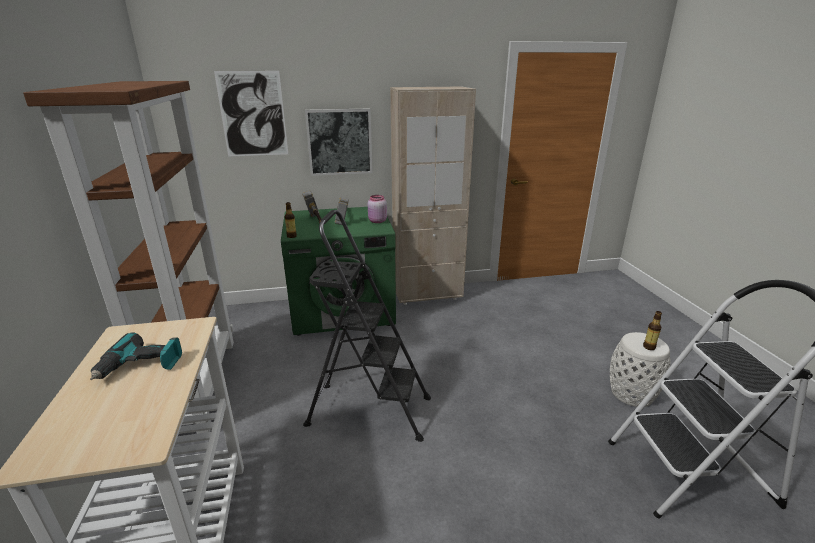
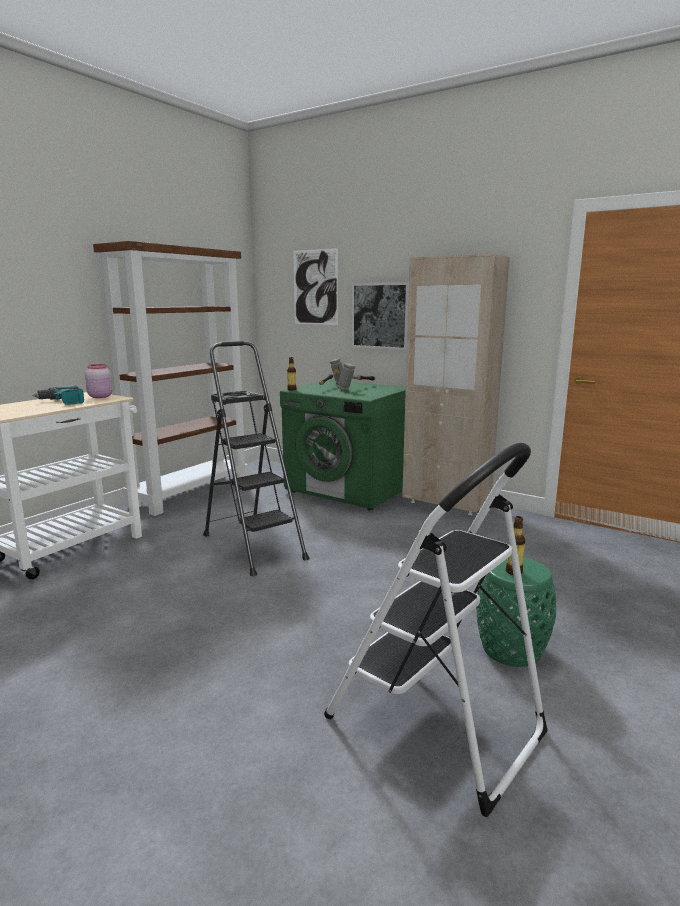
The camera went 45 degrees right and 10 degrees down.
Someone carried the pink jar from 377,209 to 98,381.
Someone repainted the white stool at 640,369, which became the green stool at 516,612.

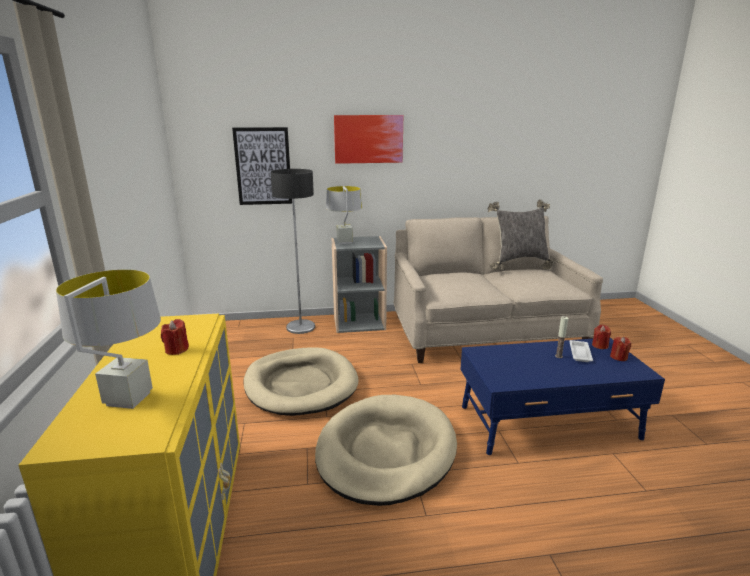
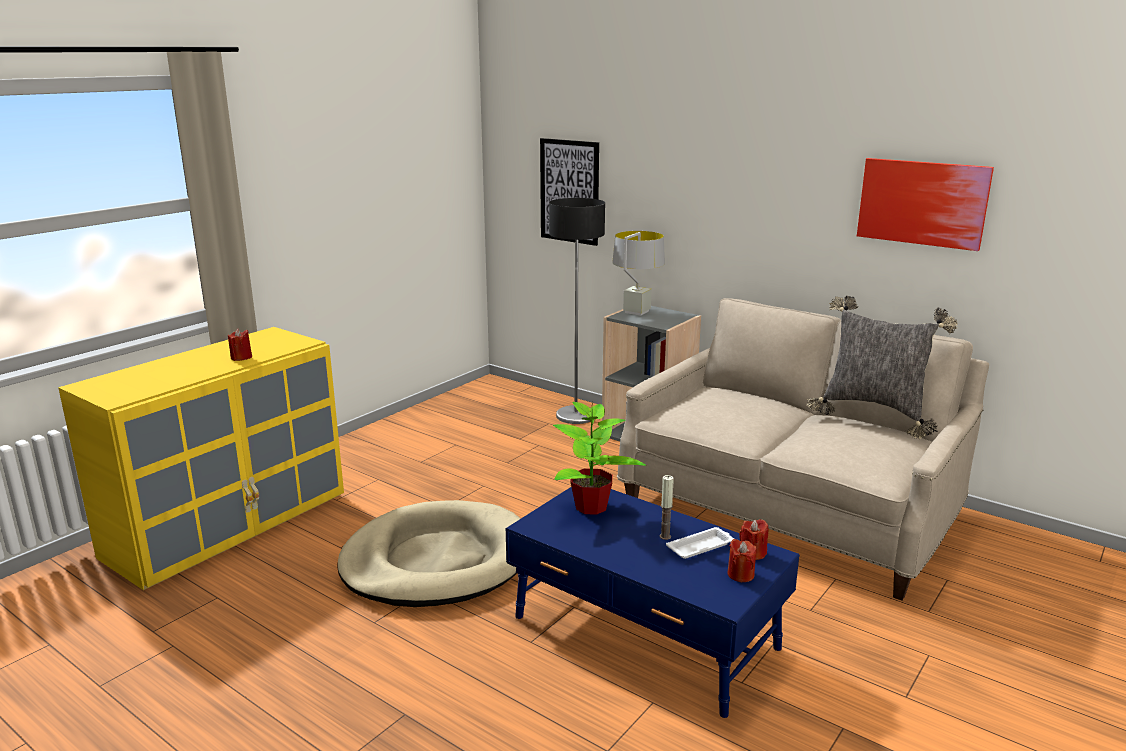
The camera went 45 degrees right and 0 degrees up.
Someone took away the grey table lamp at 108,339.
Someone took away the beige dog bed at 301,381.
Someone put down the potted plant at 599,458.
Someone carried the picture from 368,139 to 925,204.

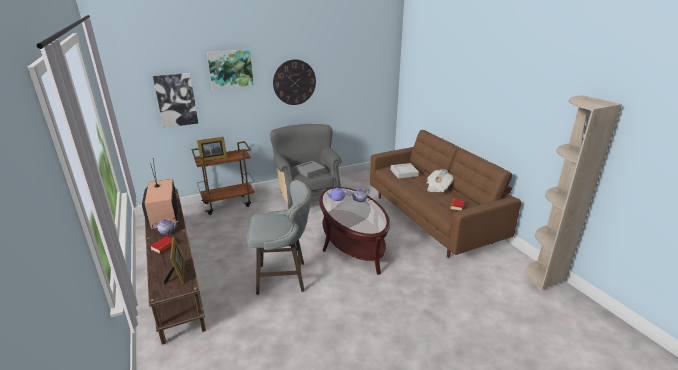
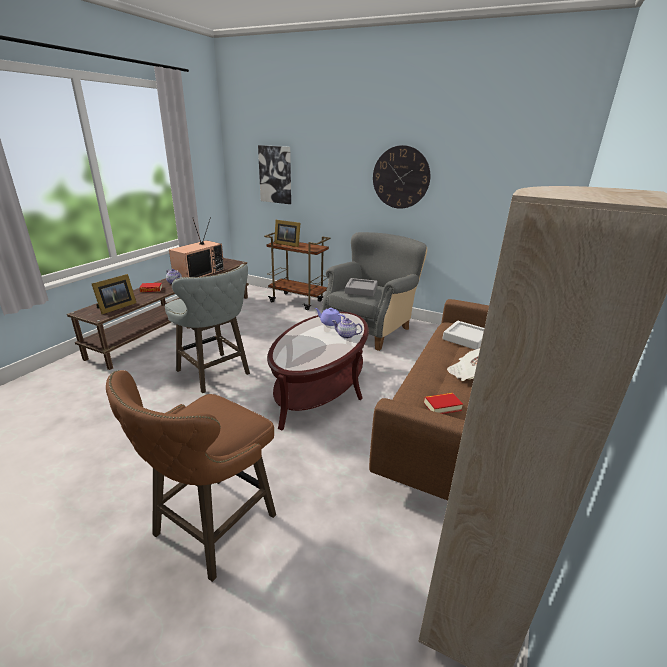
The camera went 50 degrees right and 0 degrees up.
Someone took away the picture at 230,70.
Someone put down the brown stool at 191,476.

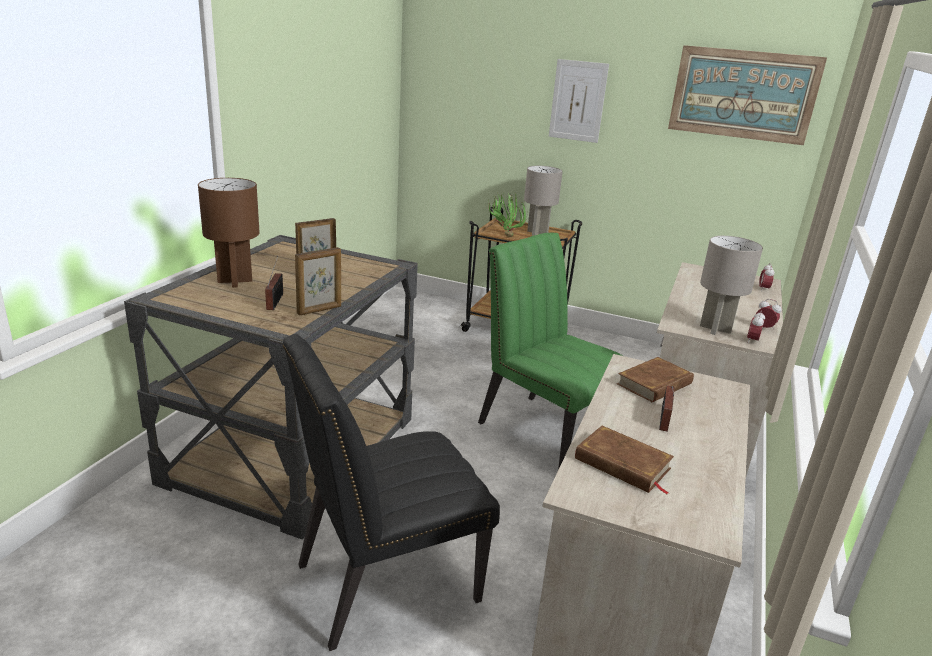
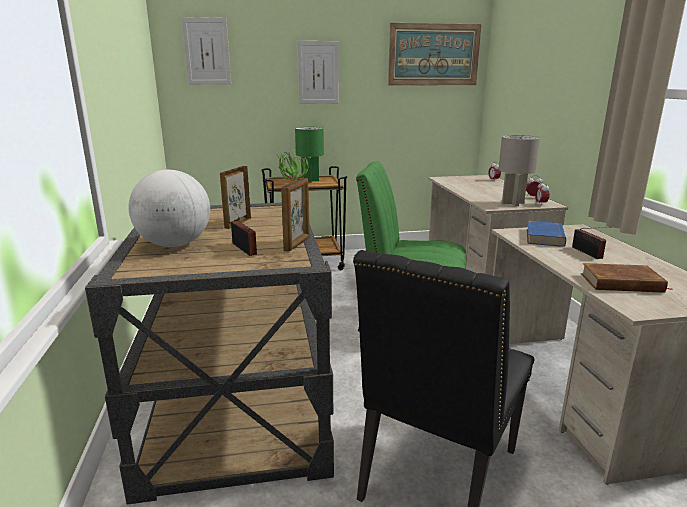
The camera went 30 degrees left and 5 degrees down.
Someone put up the picture at 206,51.
Someone swapped the brown table lamp at 229,233 for the globe at 169,208.
Someone repainted the grey table lamp at 543,201, which became the green table lamp at 309,155.
Someone repainted the brown book at 655,379, which became the blue book at 546,234.

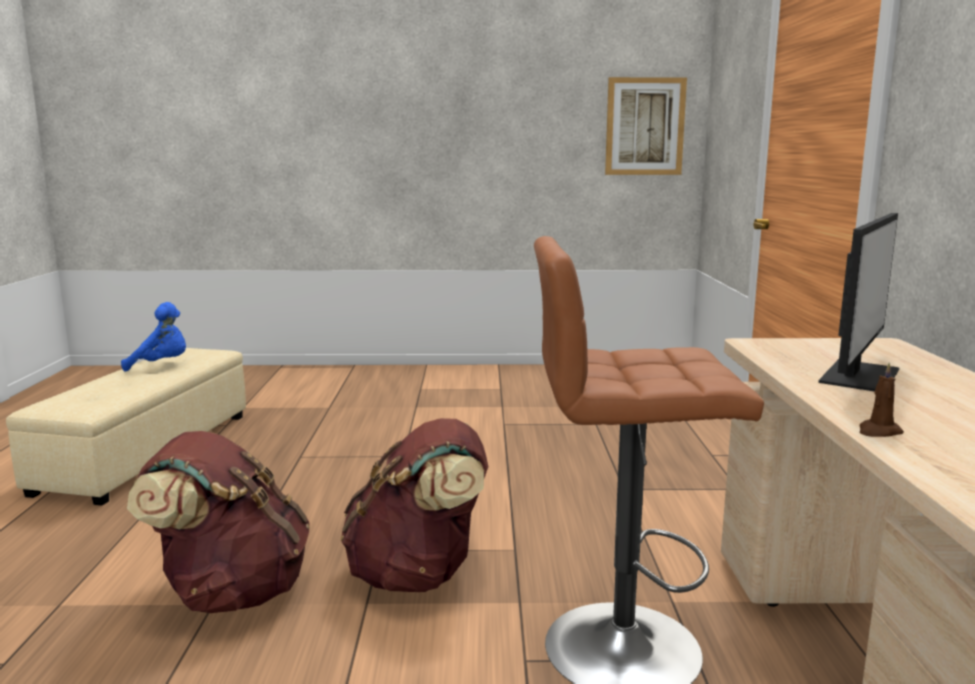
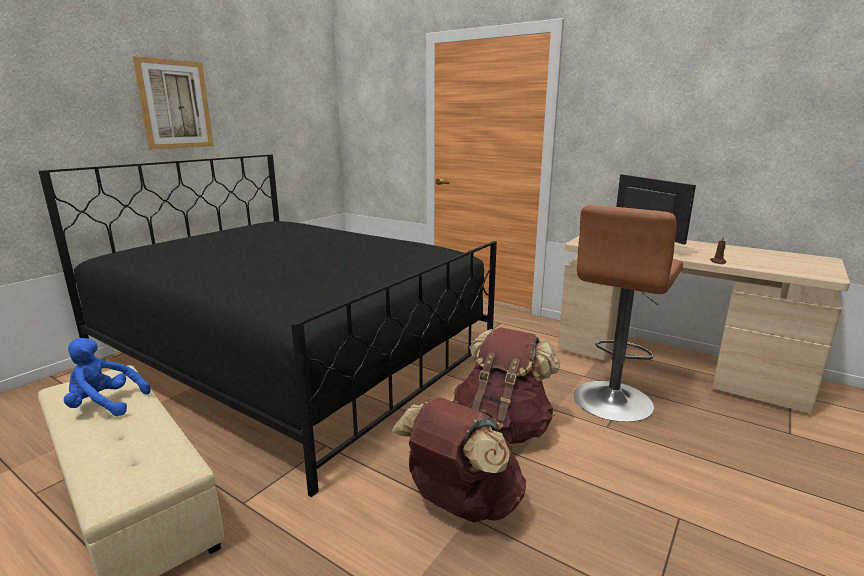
The camera went 55 degrees left and 5 degrees up.
Someone put down the black bed at 268,325.
Someone carried the picture from 646,126 to 173,103.
Someone rotated the blue plush toy at 153,336 by 120 degrees counterclockwise.

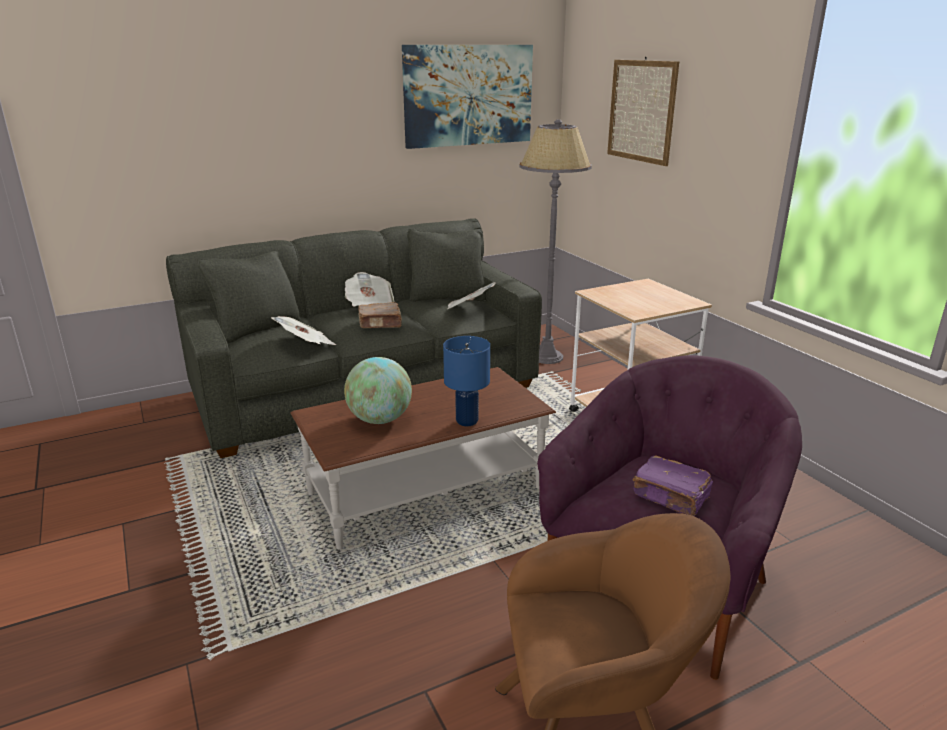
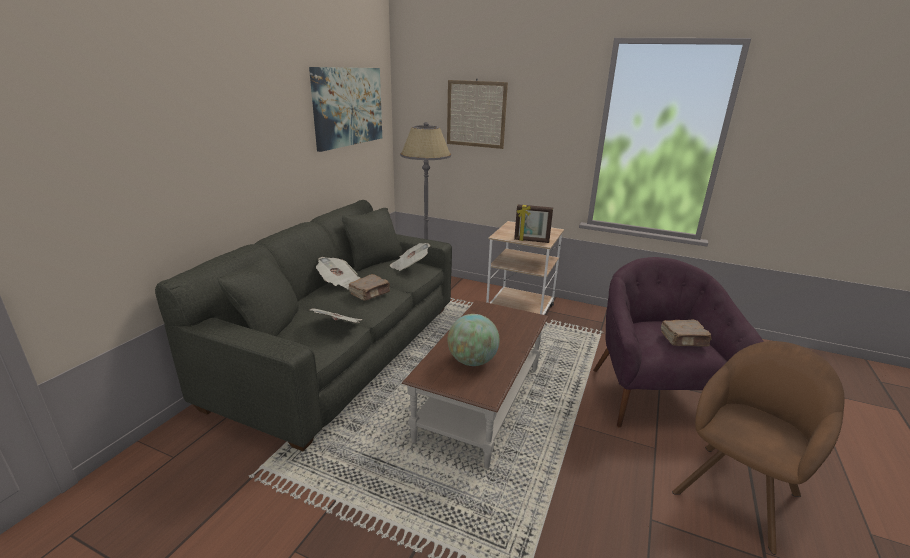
The camera went 40 degrees left and 0 degrees up.
Someone took away the blue table lamp at 466,381.
Someone put down the picture frame at 533,224.
Someone repainted the purple book at 673,485, which became the brown book at 686,333.

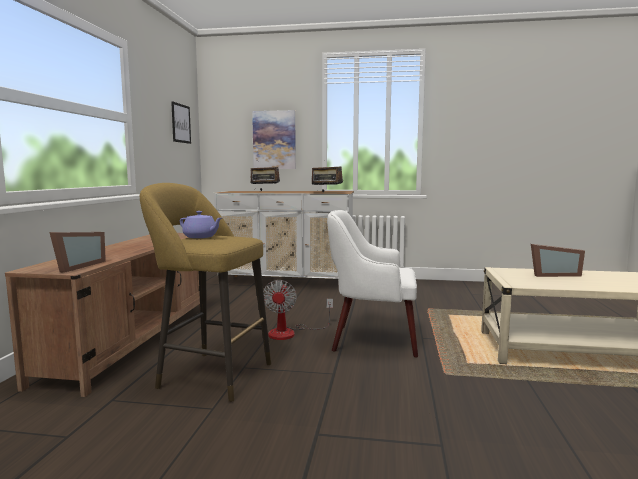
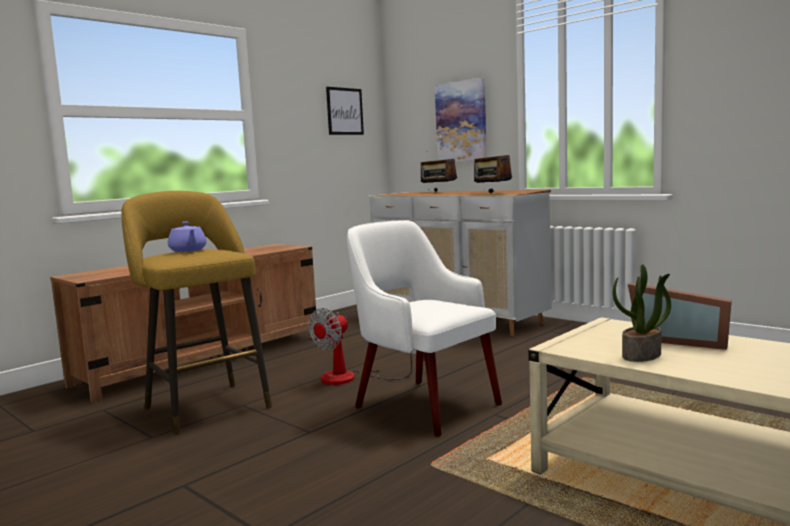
The camera went 35 degrees right and 0 degrees up.
Someone took away the picture frame at 77,252.
Someone put down the potted plant at 642,313.

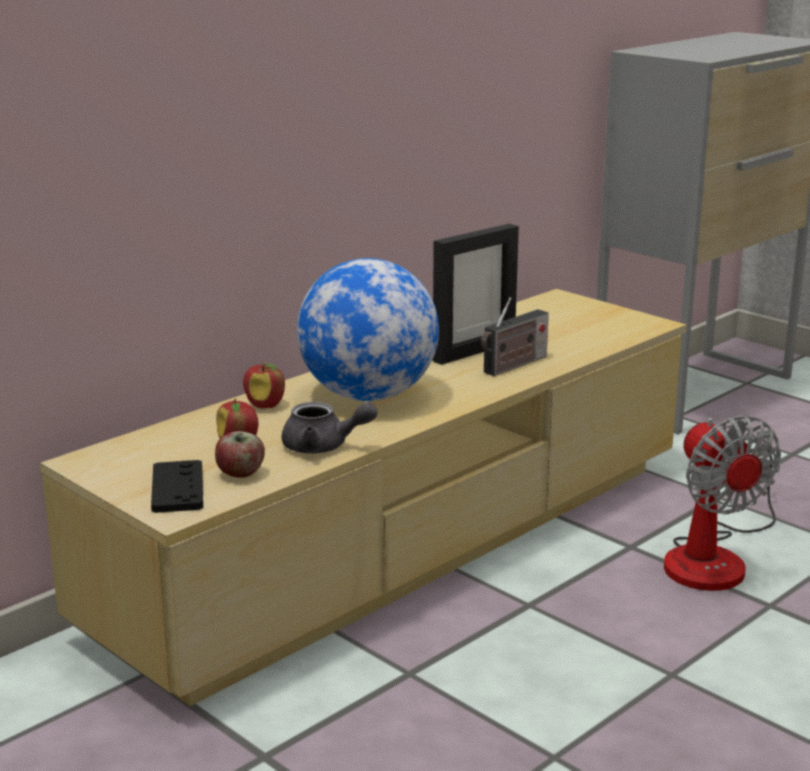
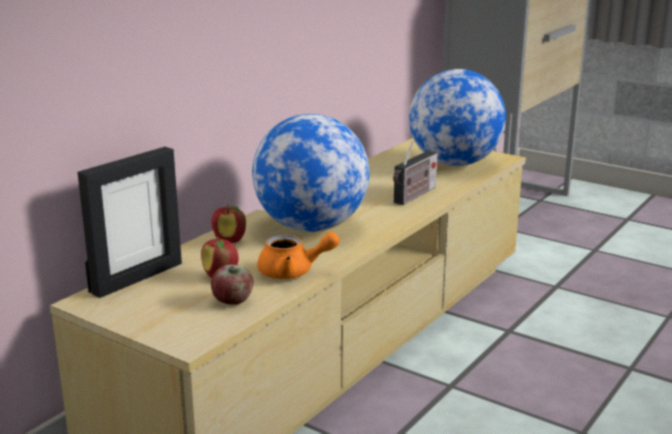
The camera went 10 degrees left and 0 degrees up.
Someone took away the black game controller at 177,486.
Someone took away the fan at 722,503.
Someone put down the globe at 457,117.
Someone carried the picture frame from 476,294 to 129,222.
Someone repainted the grey teapot at 329,428, which became the orange teapot at 298,255.

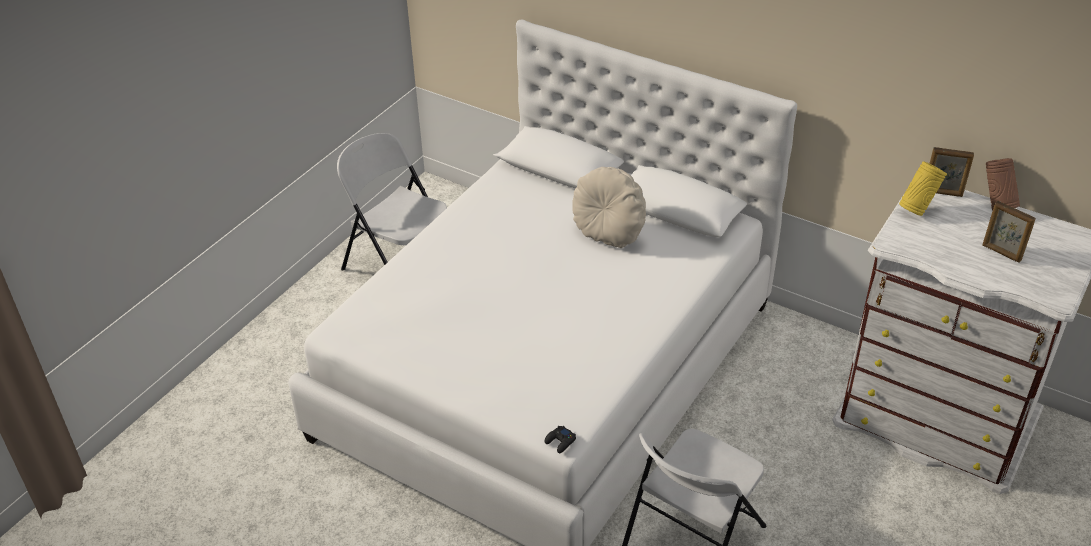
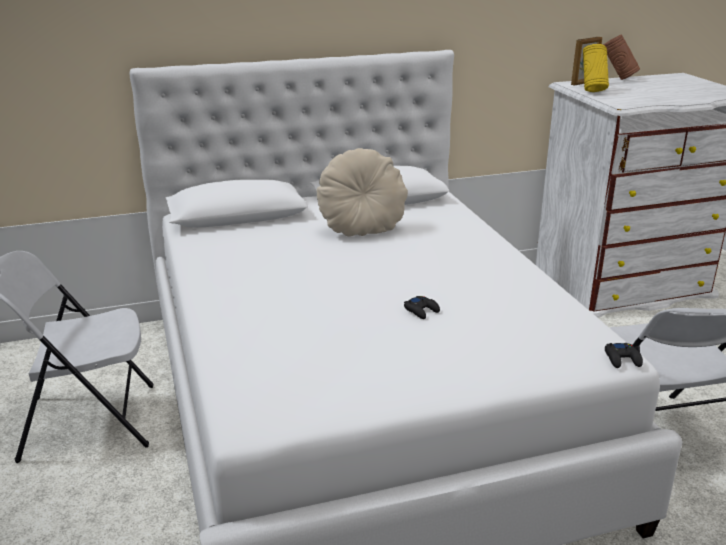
The camera went 50 degrees left and 15 degrees down.
Someone took away the picture frame at 1009,232.
Someone put down the black game controller at 422,307.

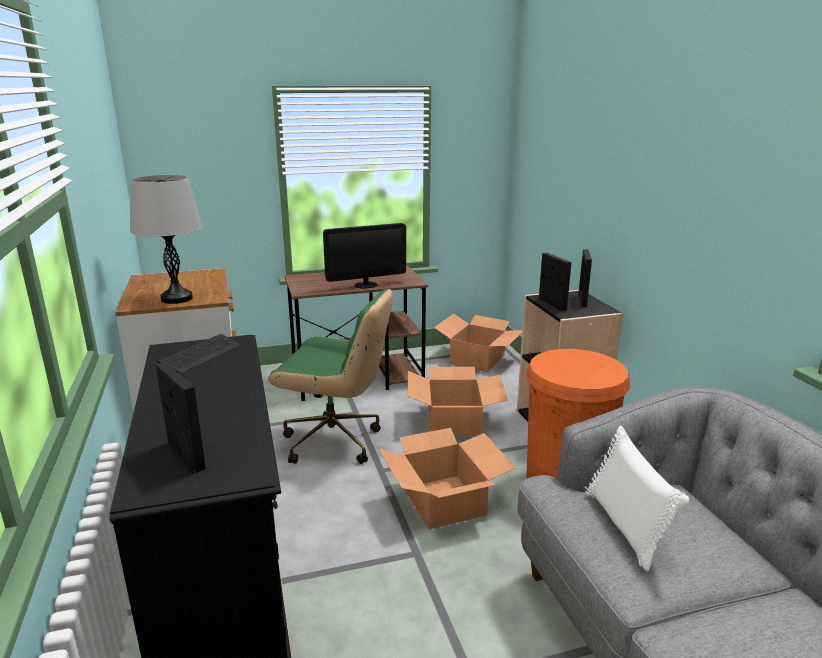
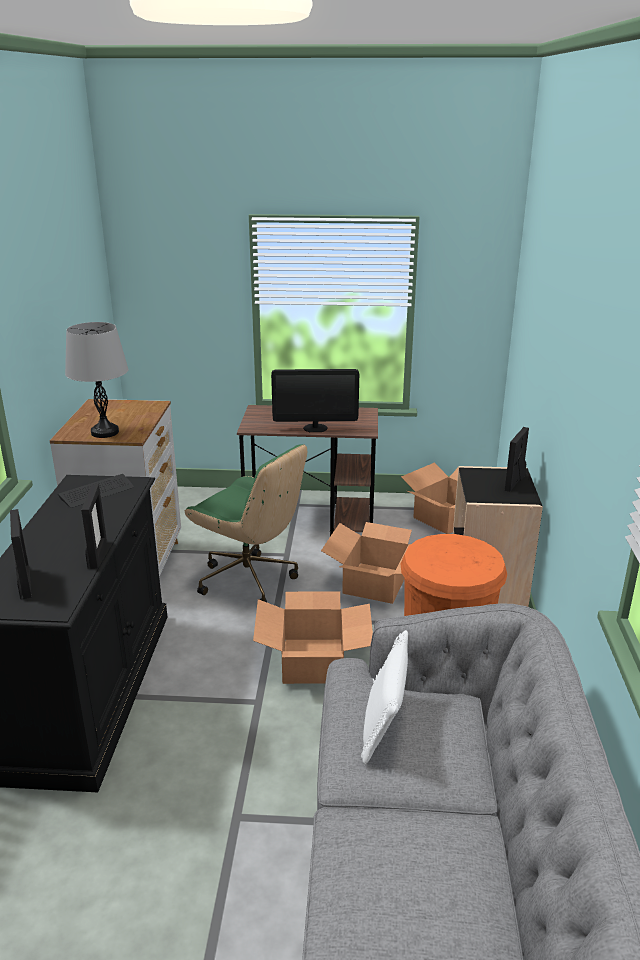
The camera went 20 degrees right and 5 degrees up.
Someone carried the picture frame from 555,281 to 94,526.

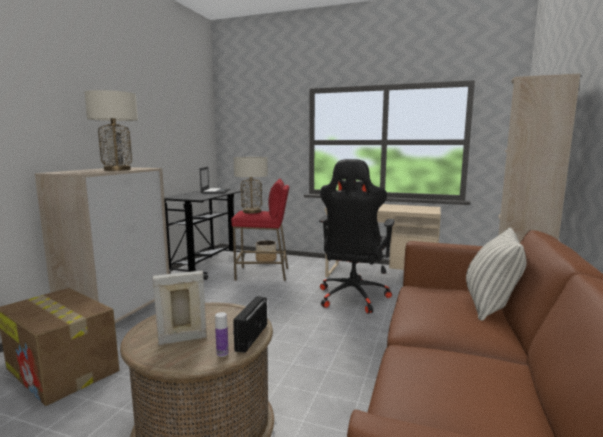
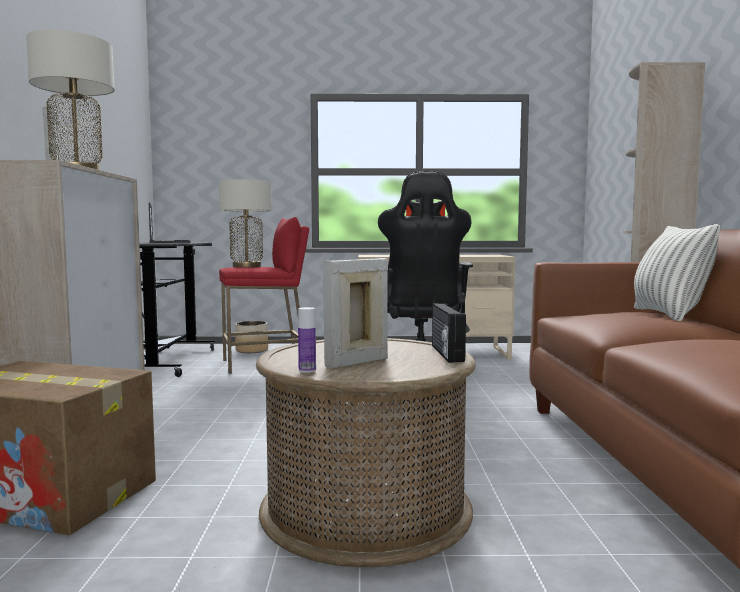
The camera went 20 degrees left and 5 degrees down.
Someone carried the bottle from 221,334 to 307,340.

